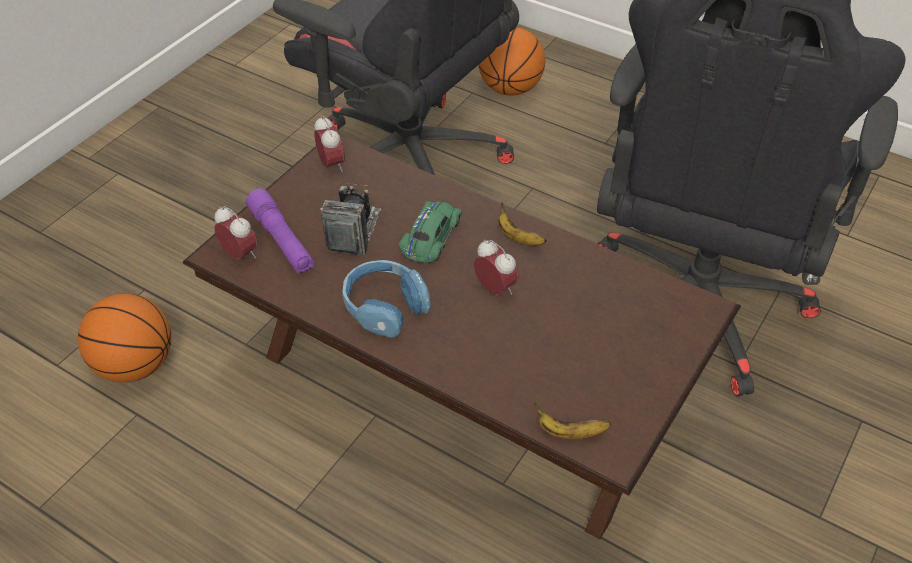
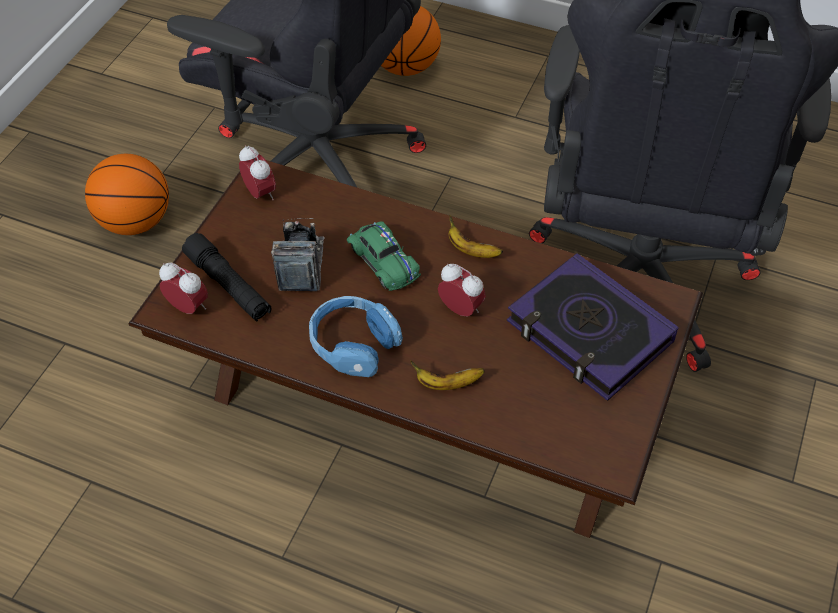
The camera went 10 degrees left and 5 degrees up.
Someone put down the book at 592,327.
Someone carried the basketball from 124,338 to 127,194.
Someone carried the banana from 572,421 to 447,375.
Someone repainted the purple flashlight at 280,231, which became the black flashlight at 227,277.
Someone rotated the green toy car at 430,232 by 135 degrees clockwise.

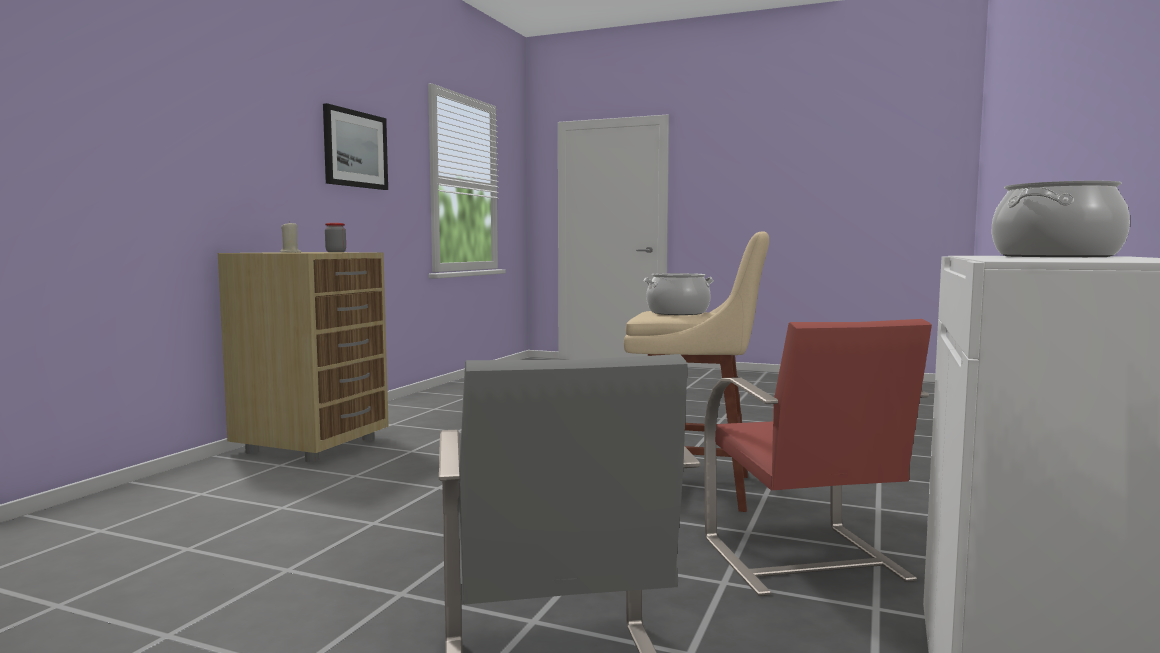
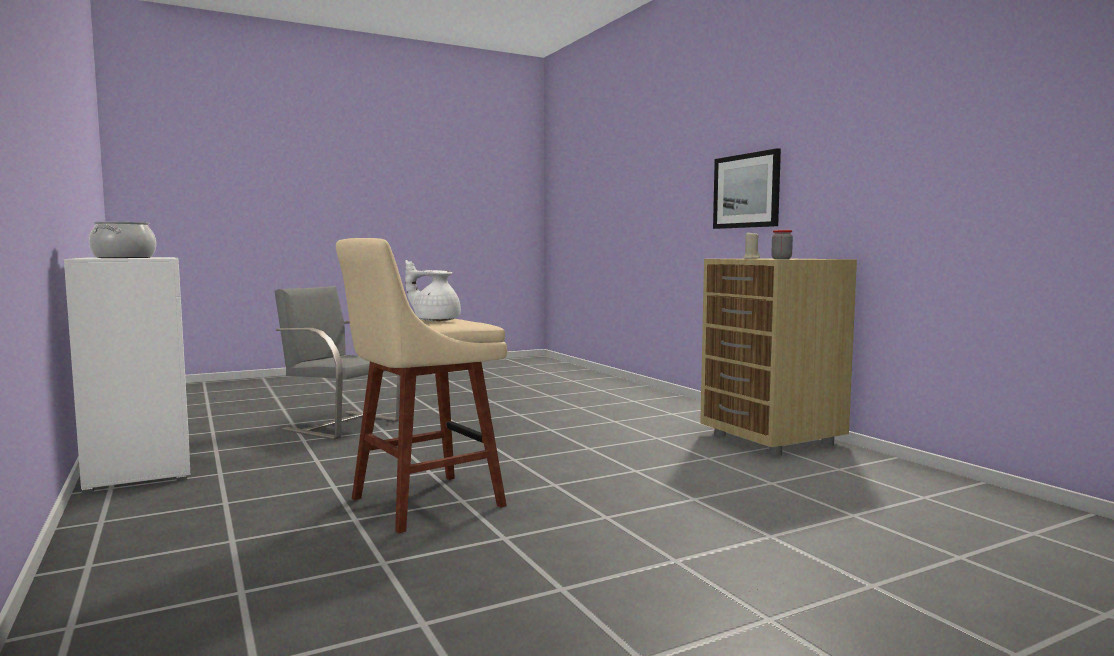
The camera went 130 degrees right and 0 degrees up.
Someone took away the red chair at 818,457.
Someone carried the picture from 355,146 to 747,188.
Someone swapped the cooking pot at 679,294 for the white teapot at 433,290.

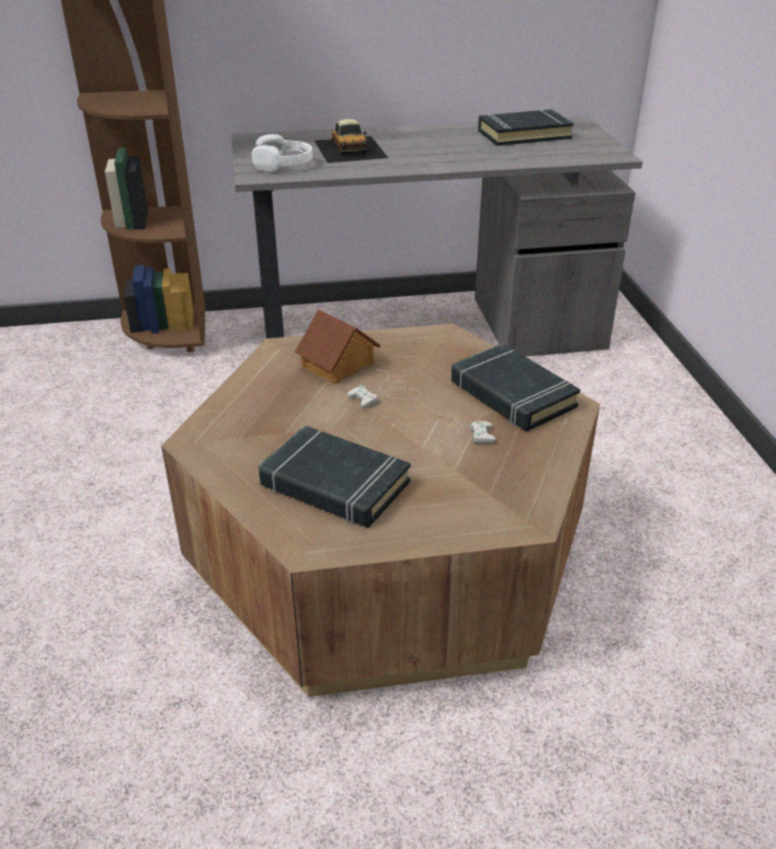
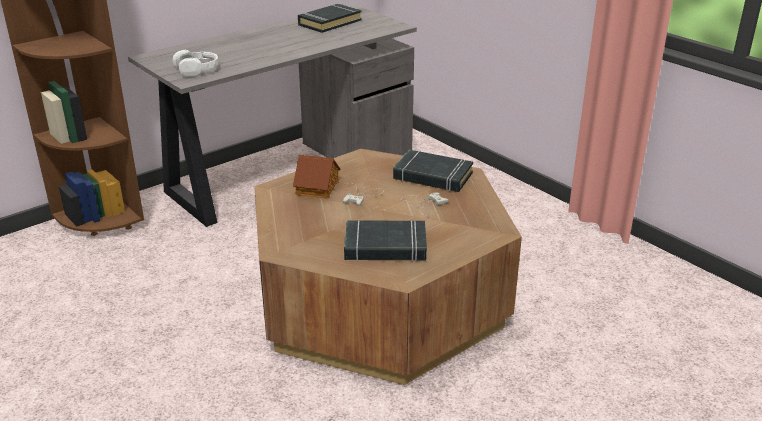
The camera went 30 degrees left and 5 degrees down.
Someone took away the toy car at 351,141.

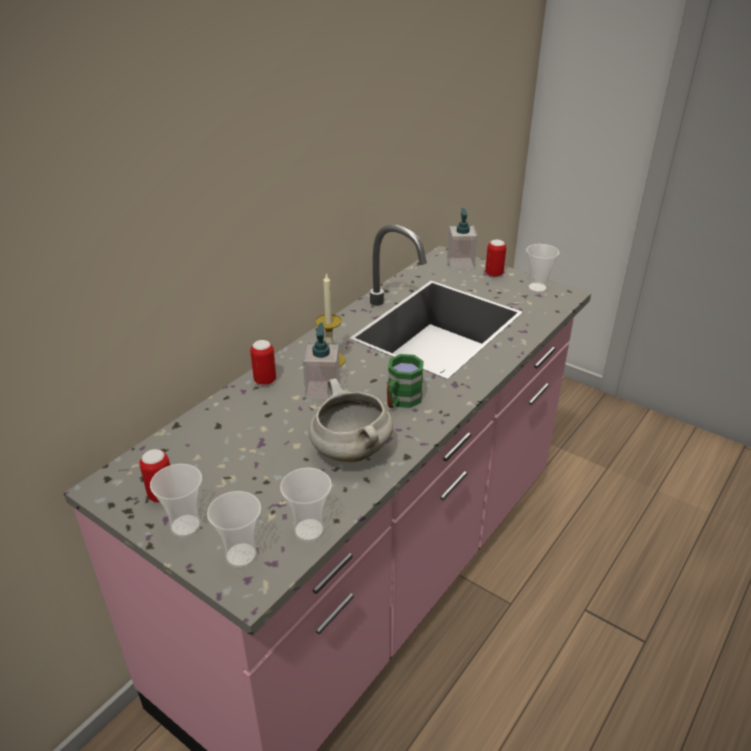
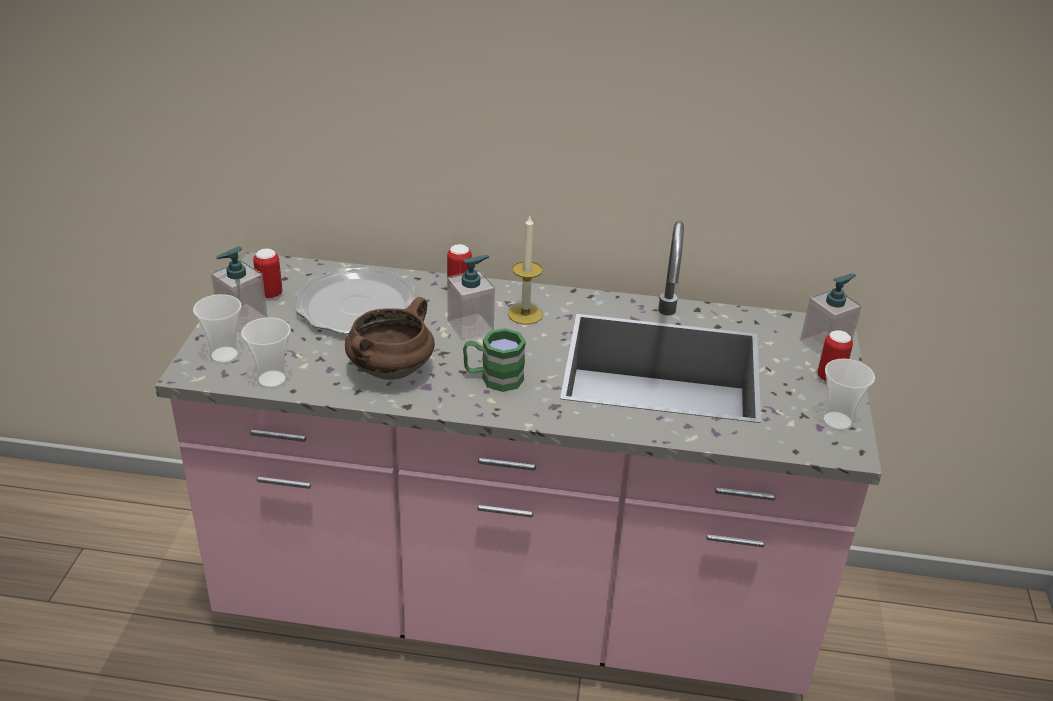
The camera went 60 degrees right and 0 degrees up.
Someone put down the plate at 356,300.
Someone swapped the cup at 176,501 for the soap dispenser at 239,289.
Someone repainted the white cooking pot at 351,420, which became the brown cooking pot at 390,338.

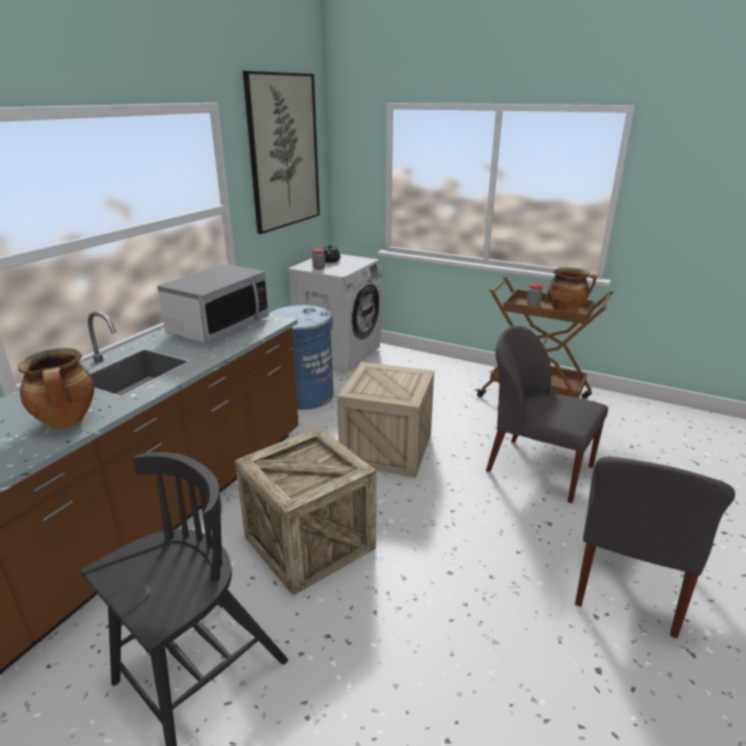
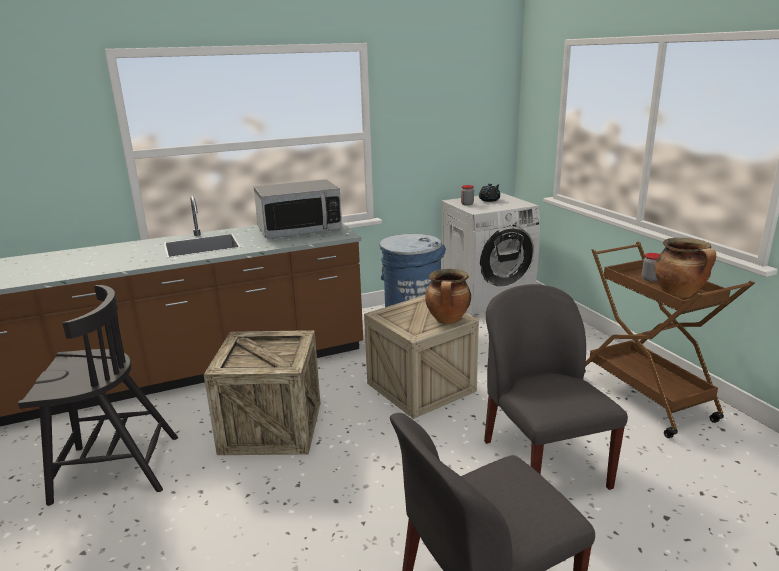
The camera went 40 degrees right and 5 degrees down.
Someone took away the picture at 281,152.
Someone carried the cooking pot from 56,388 to 448,296.

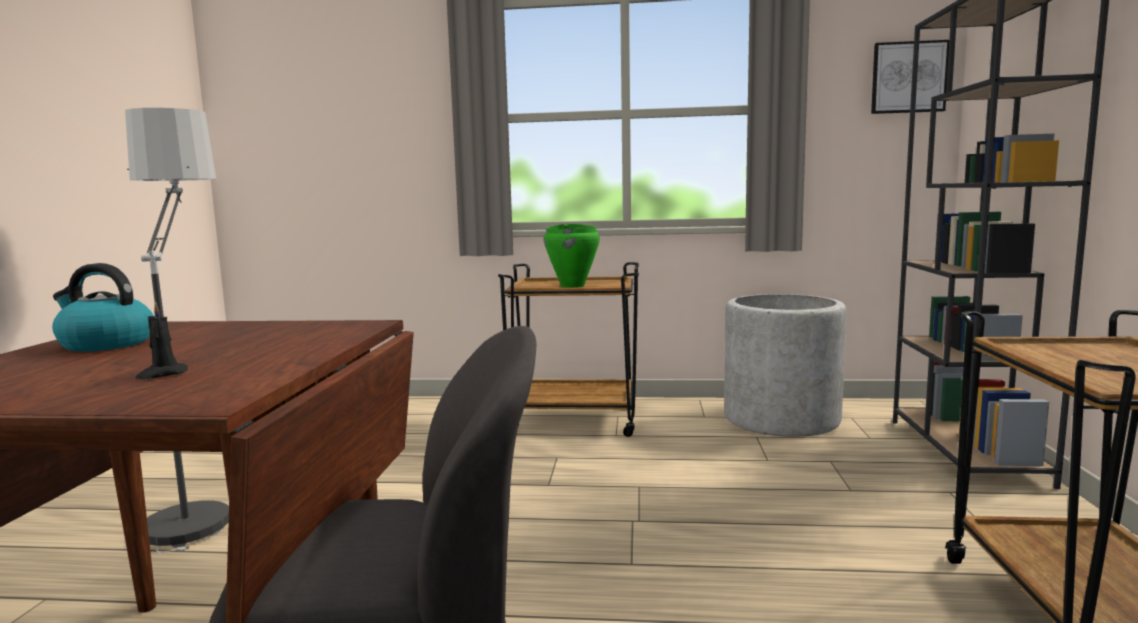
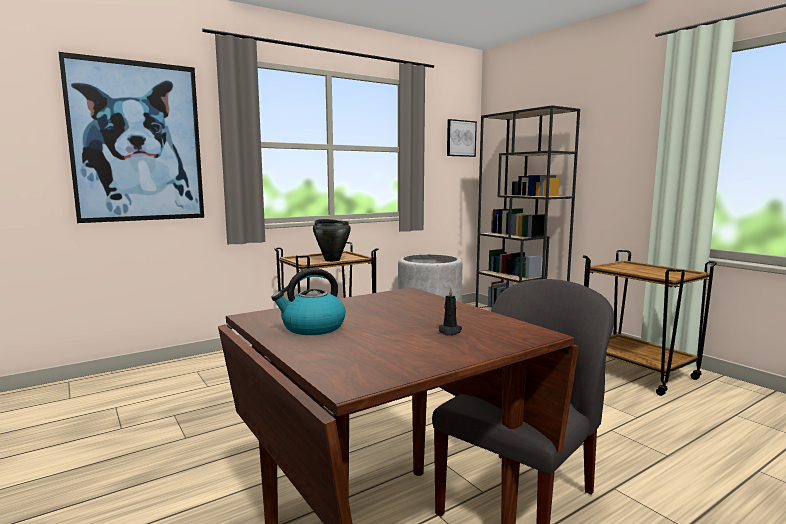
The camera went 40 degrees left and 0 degrees up.
Someone took away the floor lamp at 177,330.
Someone put up the picture at 131,137.
Someone repainted the green cooking pot at 572,256, which became the black cooking pot at 332,240.

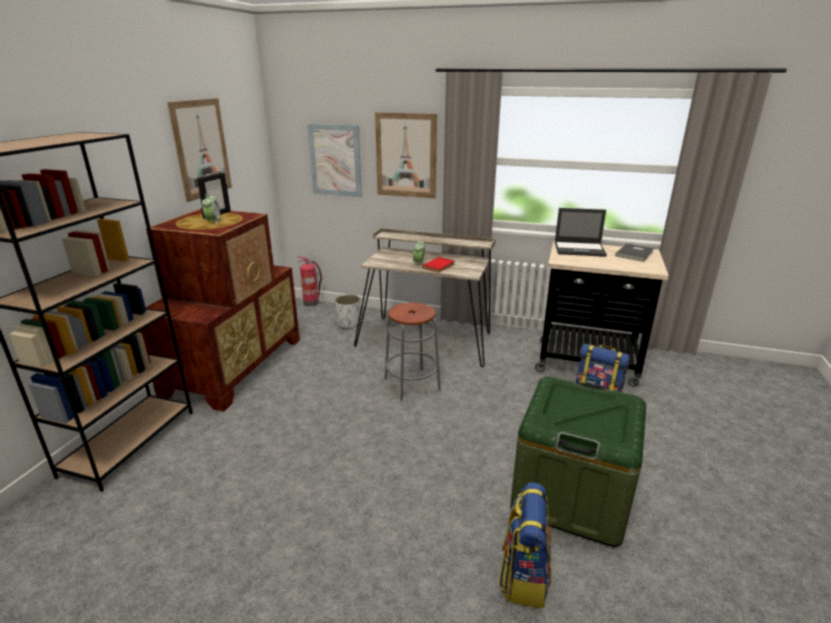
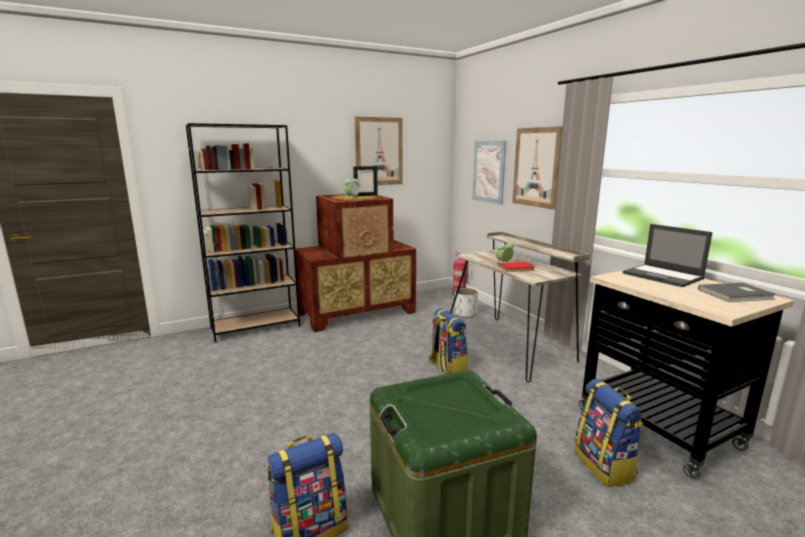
The camera went 45 degrees right and 10 degrees down.
Someone swapped the grey stool at 413,352 for the backpack at 448,341.

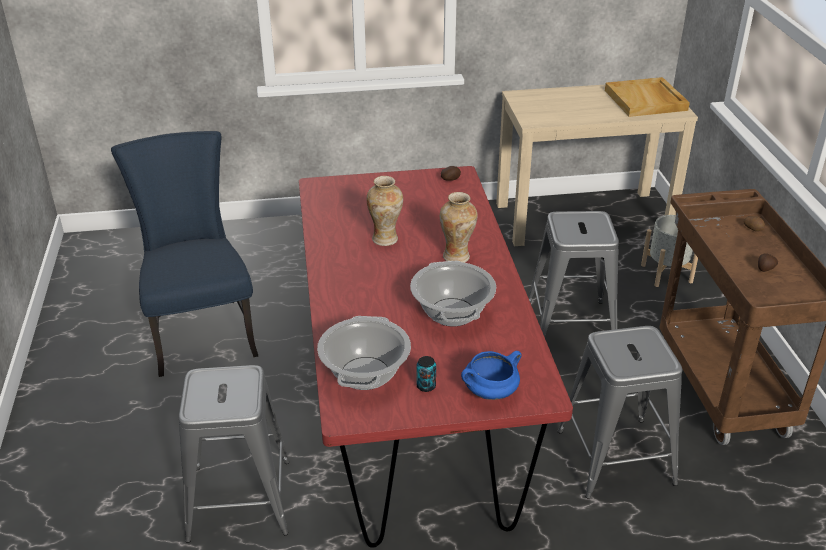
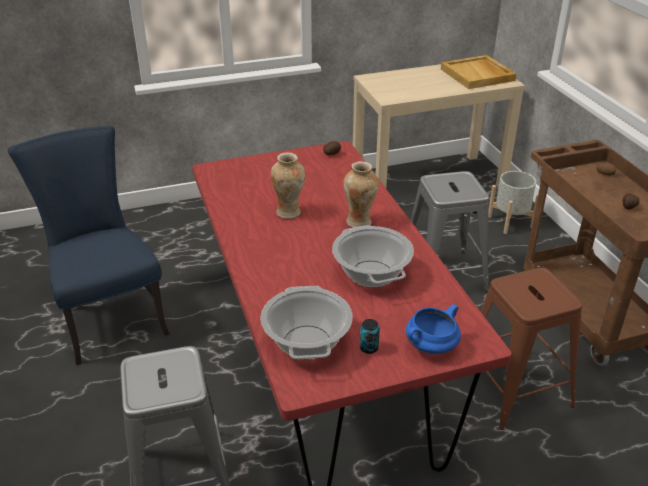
The camera went 10 degrees left and 0 degrees up.
Someone repainted the grey stool at 619,412, which became the brown stool at 532,349.

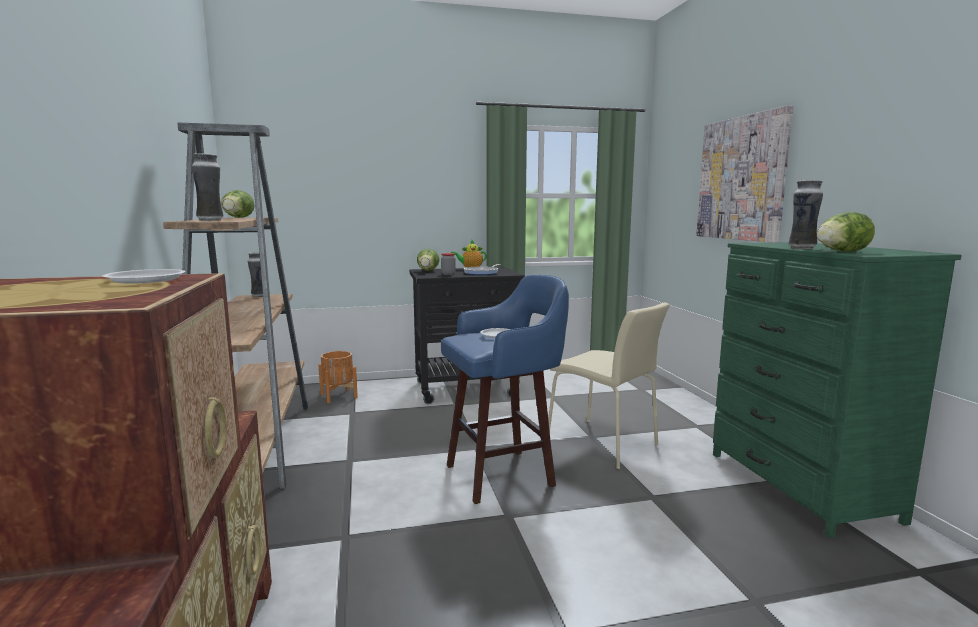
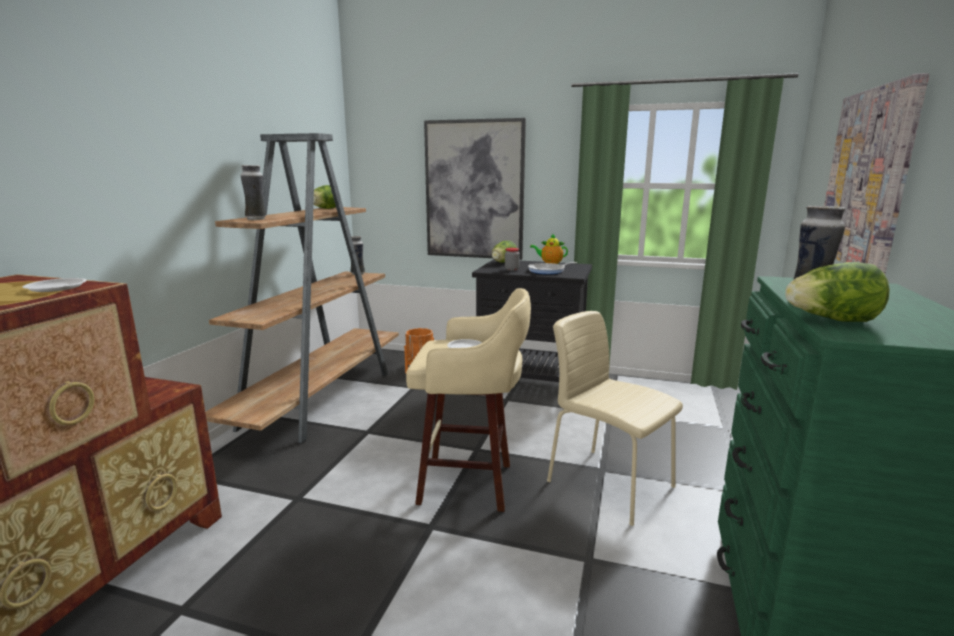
The camera went 30 degrees right and 5 degrees up.
Someone put up the picture at 475,189.
Someone repainted the blue stool at 505,389, which became the beige stool at 468,400.
Someone rotated the beige chair at 609,386 by 150 degrees clockwise.

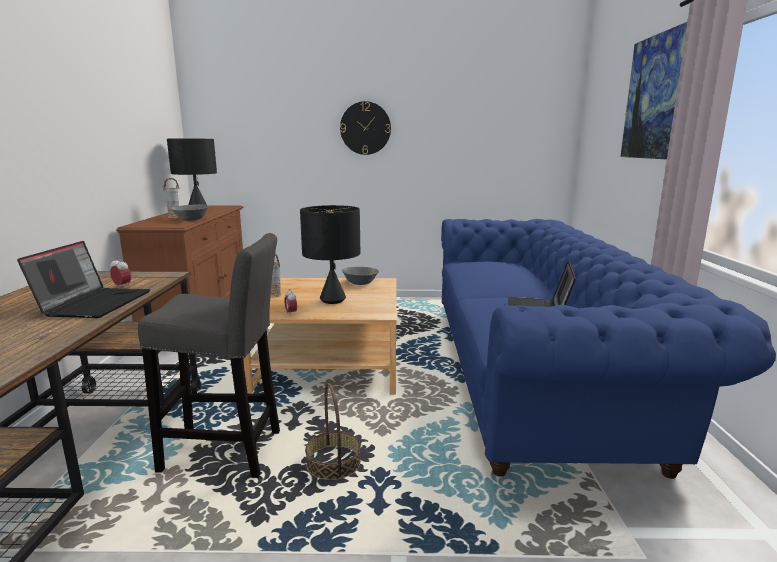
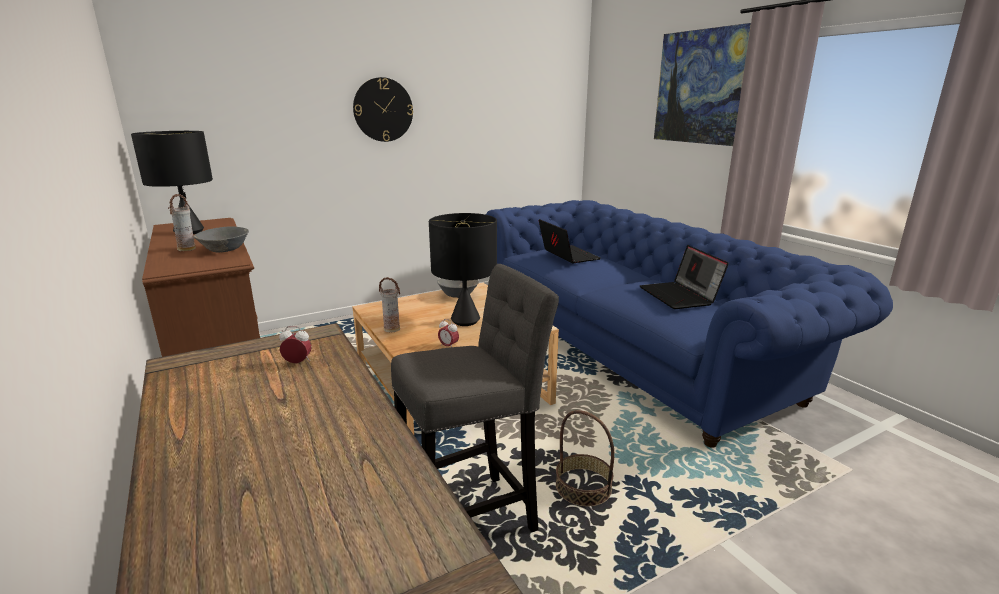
The camera went 30 degrees left and 5 degrees up.
Someone carried the laptop from 83,279 to 570,241.

